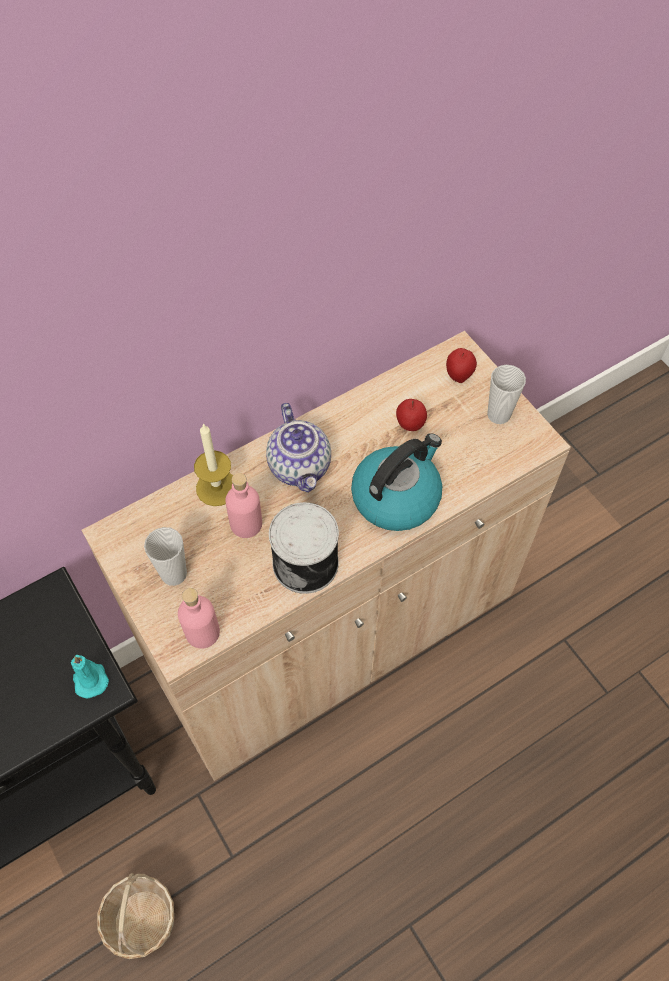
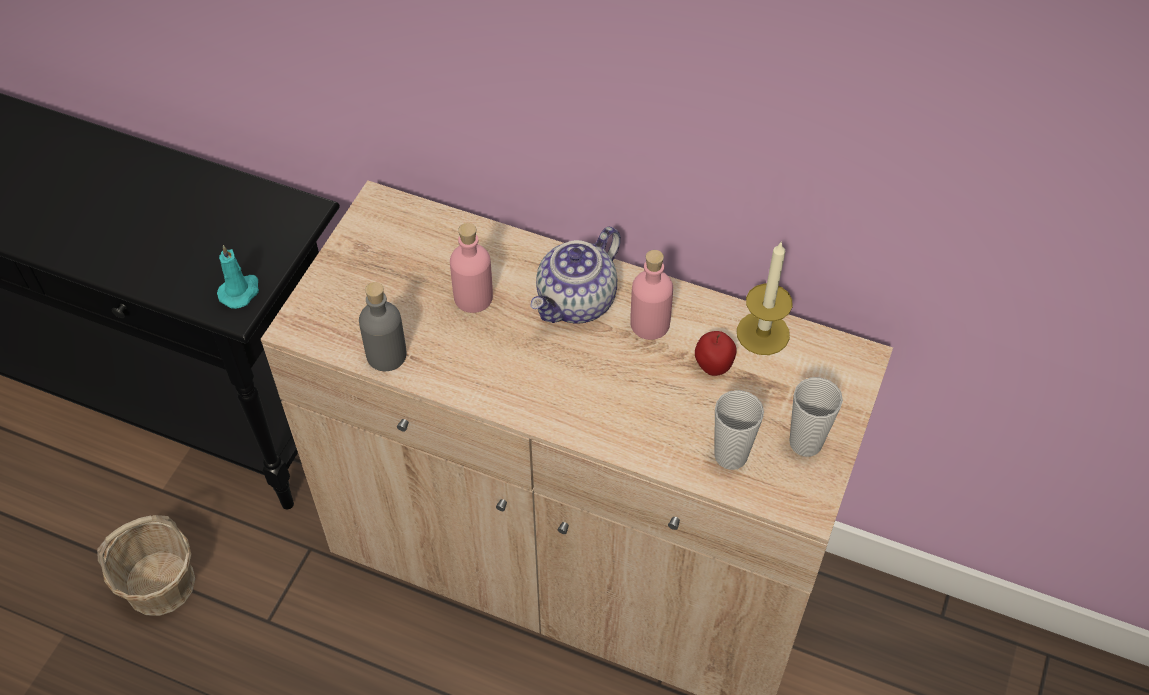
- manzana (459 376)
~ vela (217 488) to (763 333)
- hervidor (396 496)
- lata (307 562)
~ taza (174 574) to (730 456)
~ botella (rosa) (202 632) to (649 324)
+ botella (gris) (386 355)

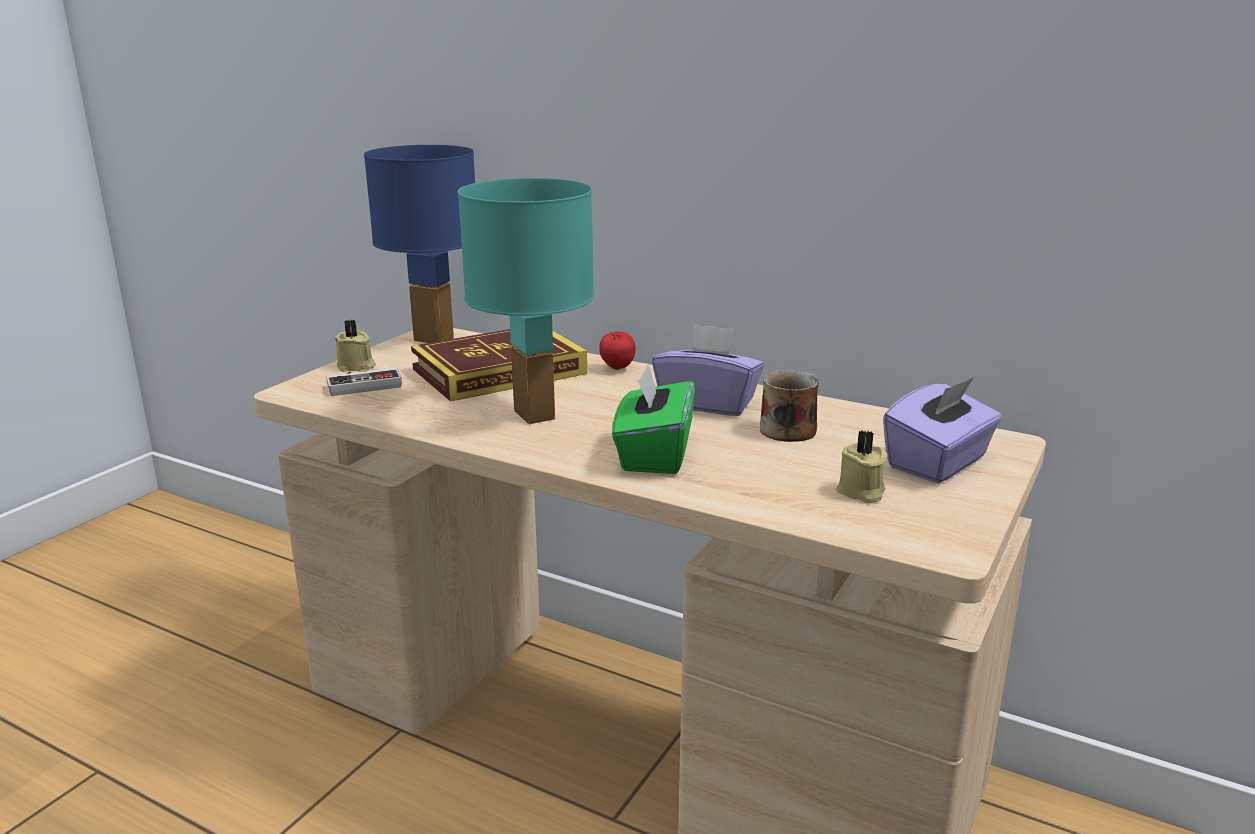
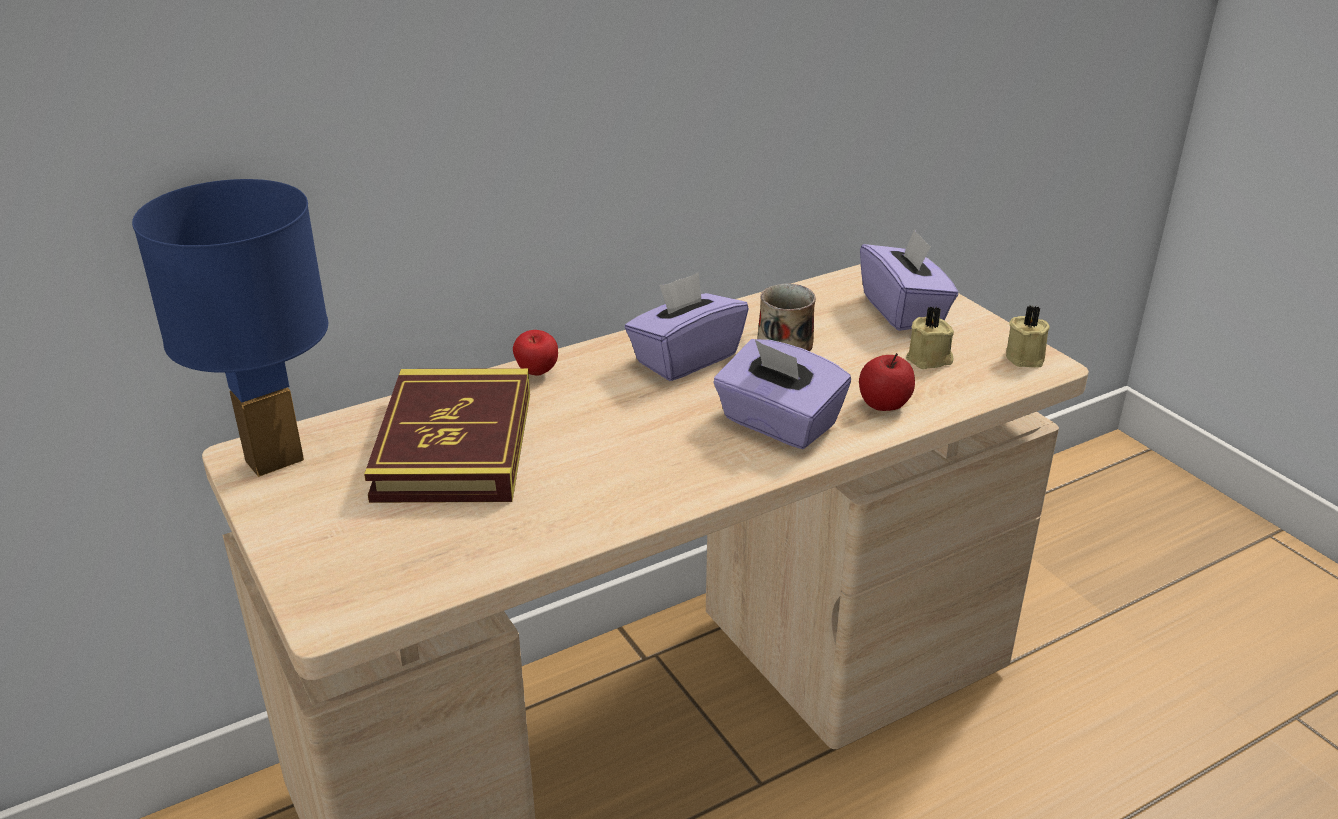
- lámpara de mesa (turquesa) (535 415)
~ vela (beis) (356 366) to (1026 357)
~ caja de pañuelos (verde) (653 455) to caja de pañuelos (morado) (778 424)
- mando de consola (363 384)
+ manzana (884 404)

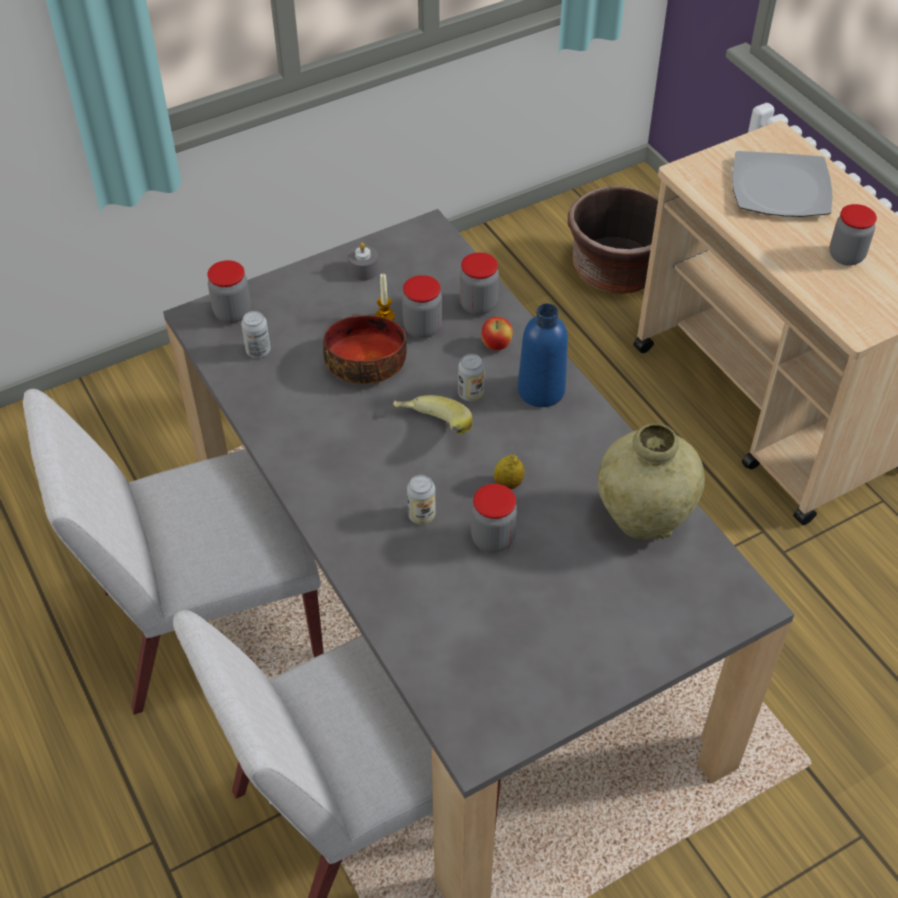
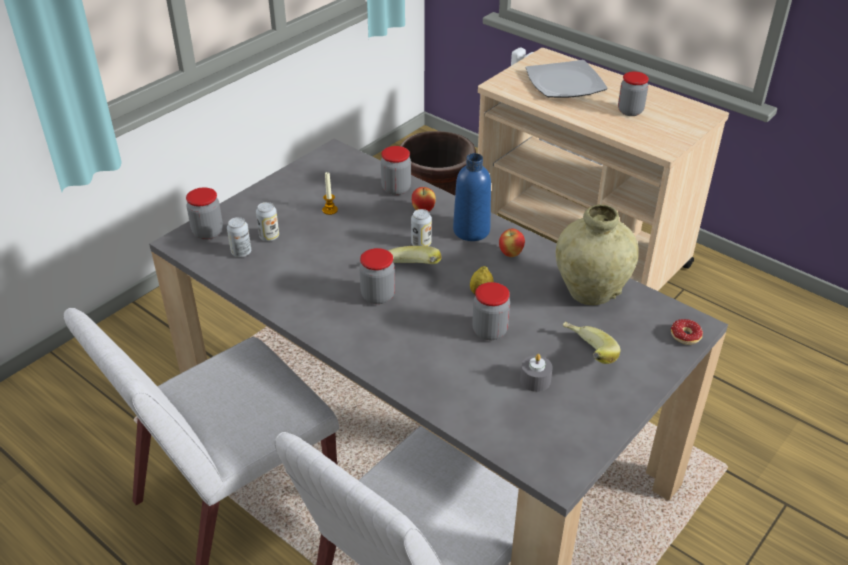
~ vela (gris) (363 270) to (535 380)
~ tarro (422 328) to (378 296)
- cuenco (366 362)
~ lata (421 515) to (269 236)
+ manzana (510 254)
+ rosquilla (680 338)
+ plátano (585 356)

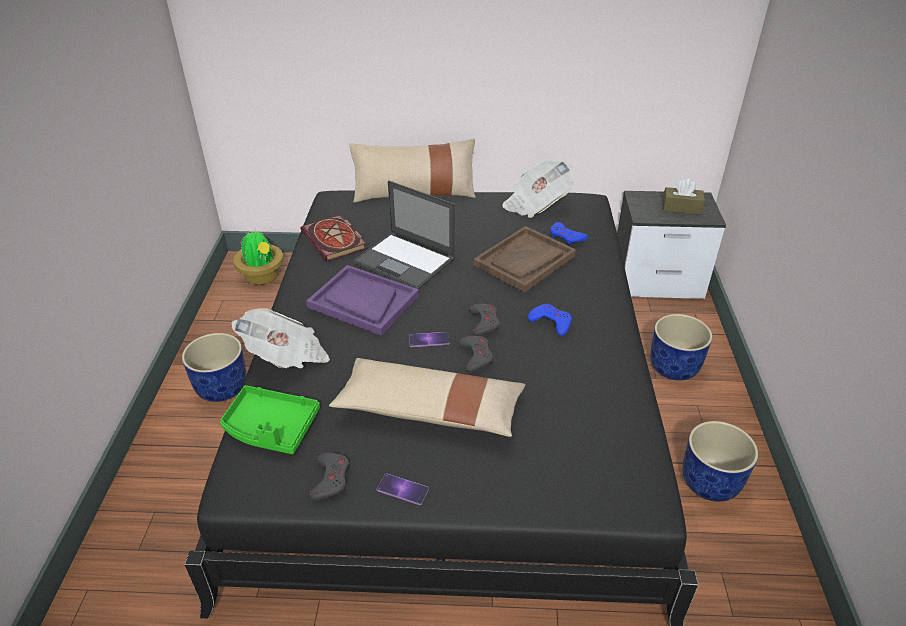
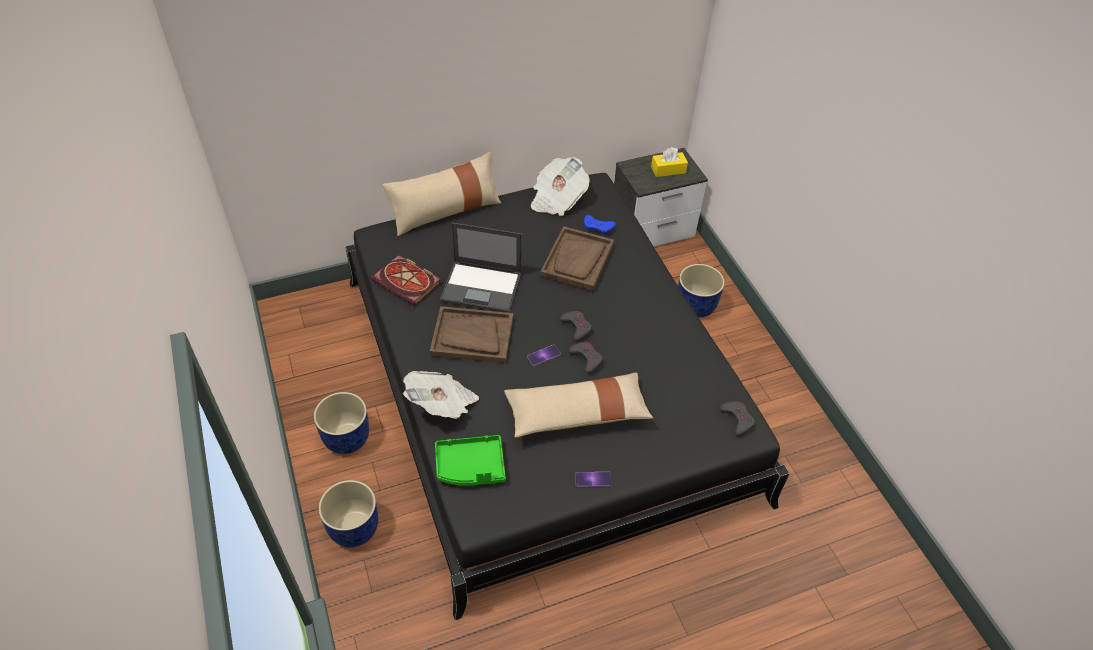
~ caja de pañuelos (marrón) (681 207) to caja de pañuelos (amarillo) (668 170)
- planta en maceta (262 277)
~ bandeja (morado) (363 302) to bandeja (marrón) (472 336)
- mando de consola (azul) (551 322)
~ maceta (azul) (709 483) to (353 528)
~ mando de consola (gris) (331 479) to (737 419)

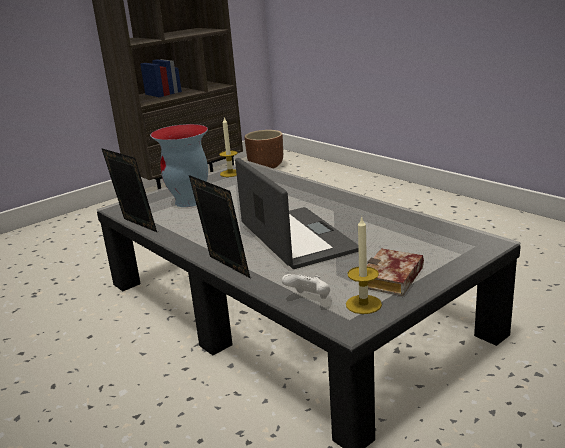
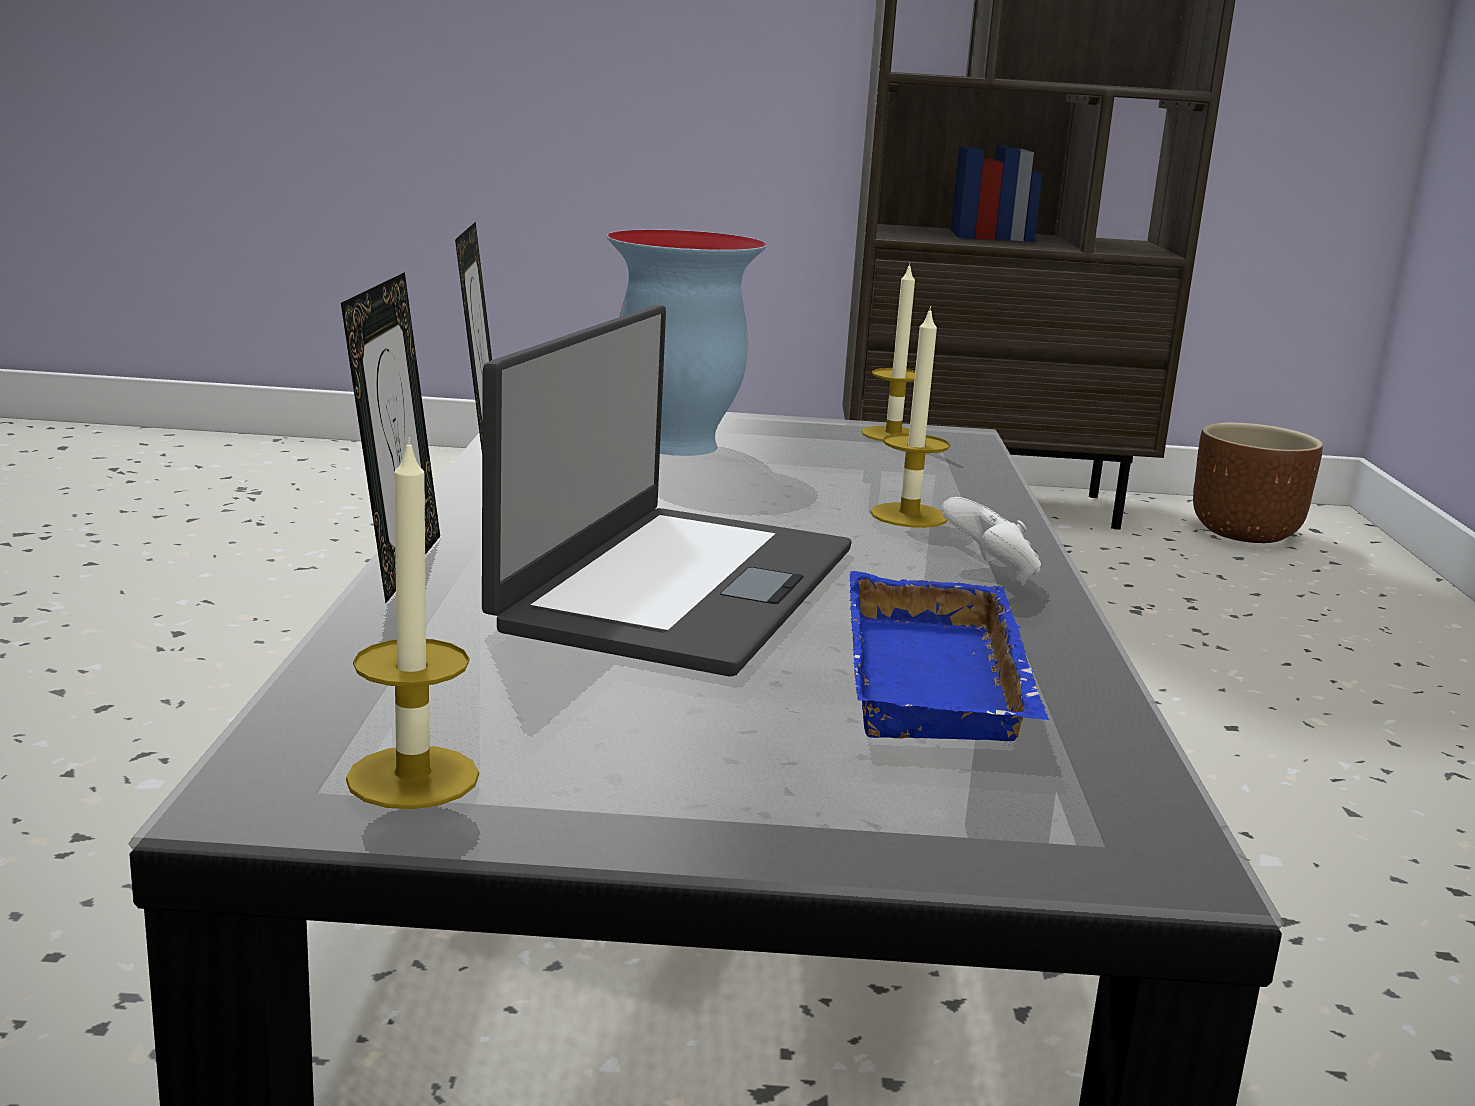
- libro (393 280)
~ mando de consola (blanco) (309 299) to (990 575)
+ vela (909 515)
+ bandeja (azul) (944 681)

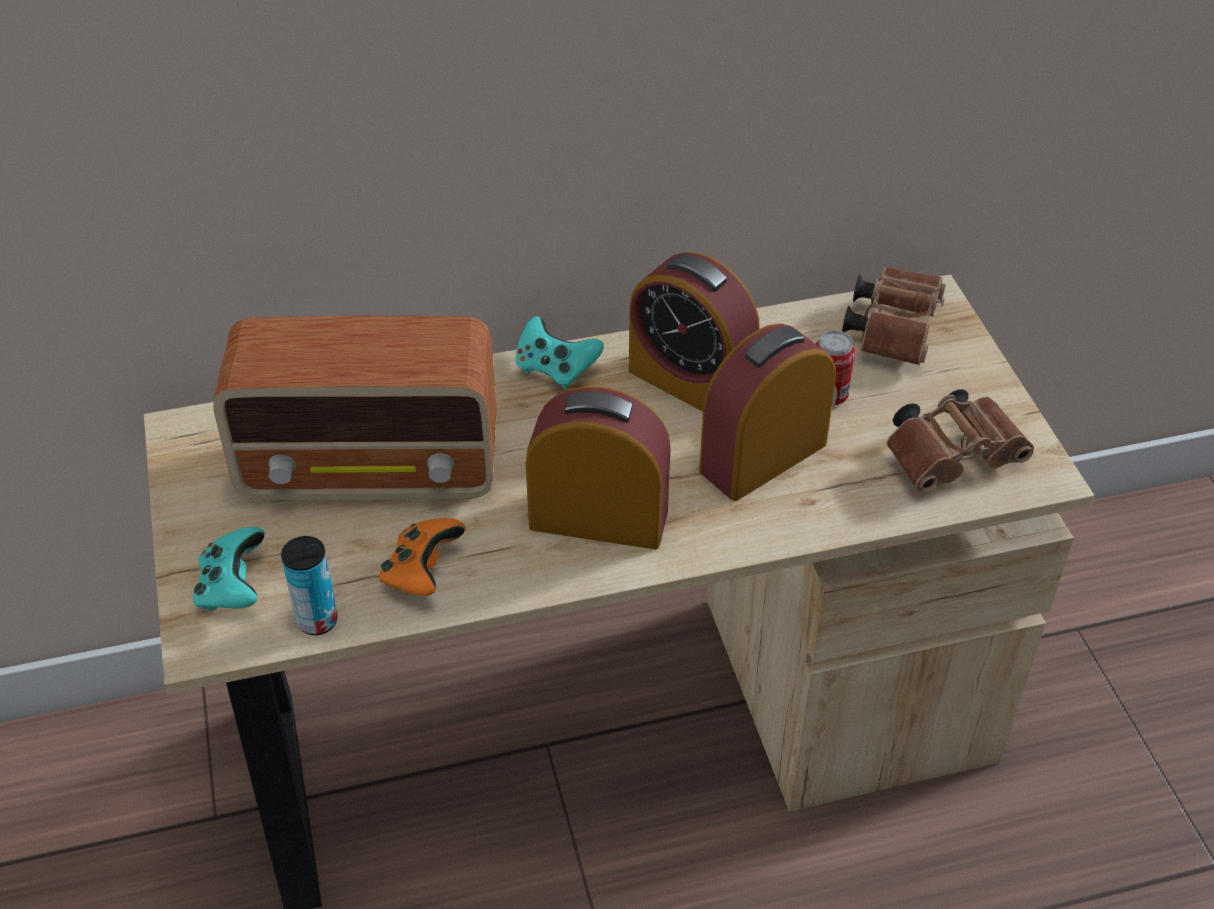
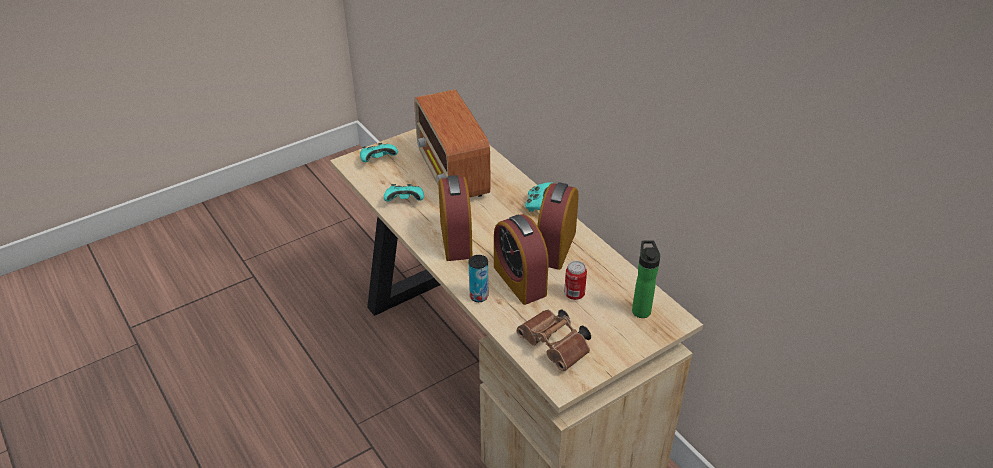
~ prismáticos (marrón) (894 329) to botella (640 309)
~ despertador (763 457) = (519 281) 150 degrees counterclockwise
~ mando de consola (naranja) (422 572) to mando de consola (turquesa) (405 201)
~ lata (317 620) to (479 296)

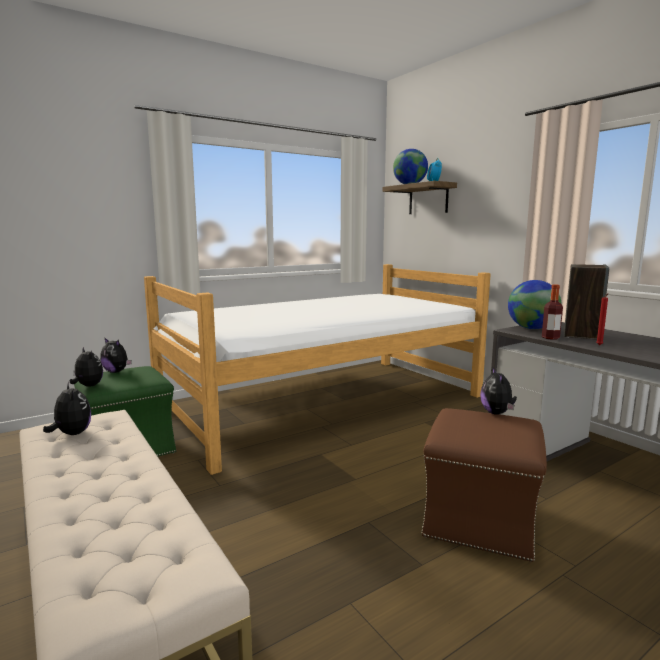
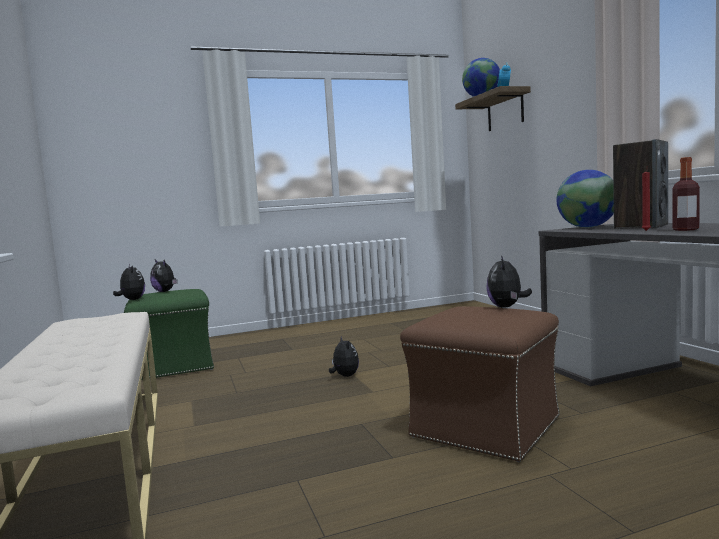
- cama (325 402)
~ botella (550 338) to (685 229)
~ peluche (72 434) to (345 376)

